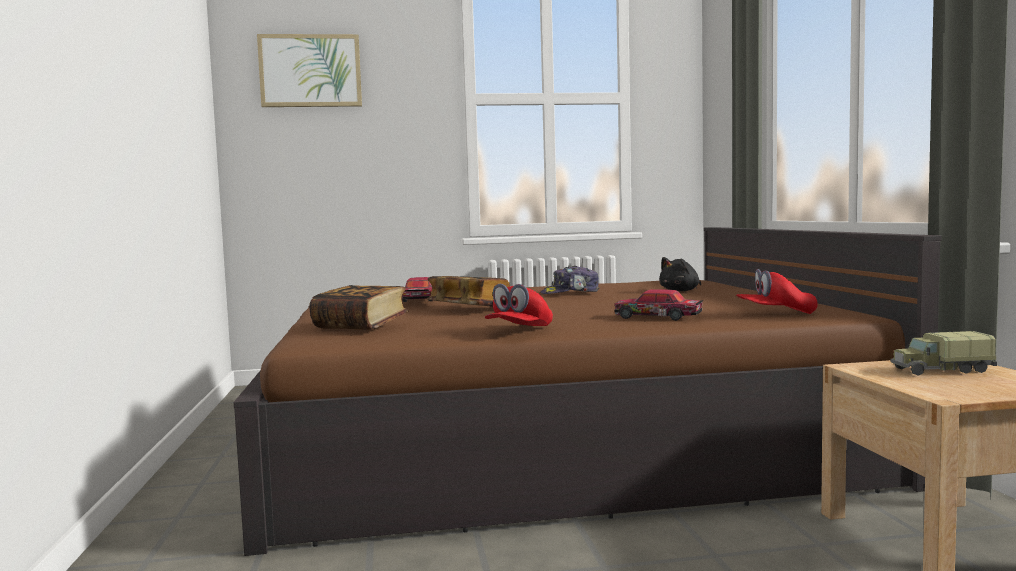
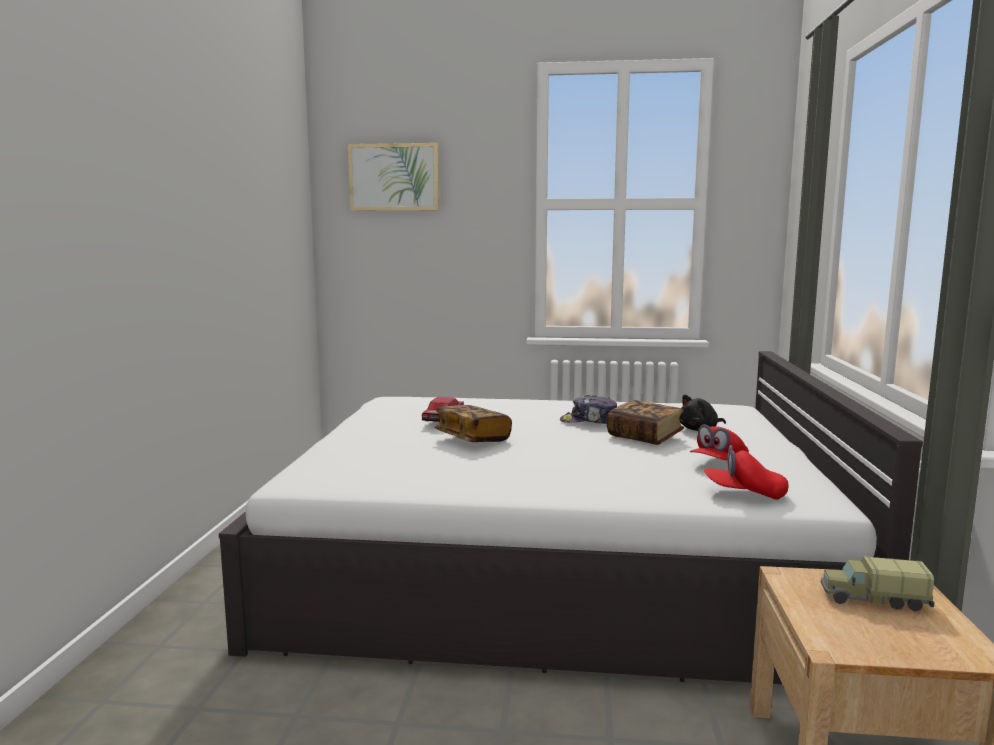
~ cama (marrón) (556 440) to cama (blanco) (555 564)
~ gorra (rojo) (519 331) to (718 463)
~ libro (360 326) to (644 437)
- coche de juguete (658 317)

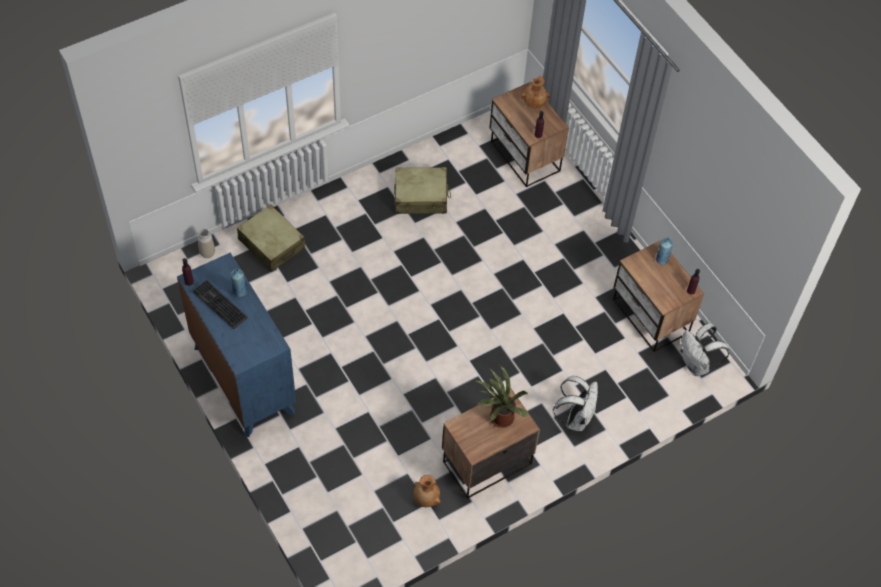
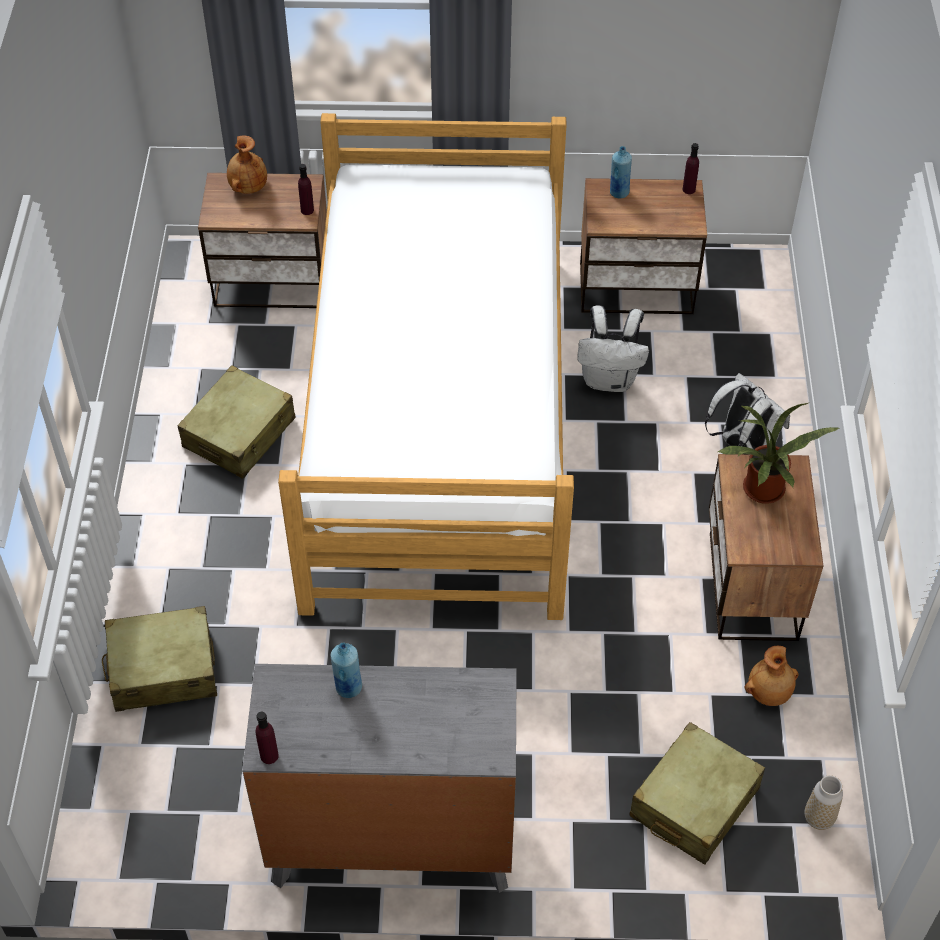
~ florero (207 253) to (818 818)
~ cómoda (azul) (243 379) to cómoda (gris) (392 840)
- teclado (218 305)
~ mochila (blanco) (696 365) to (610 379)
+ cama (440 423)
+ maleta (beis) (694 803)

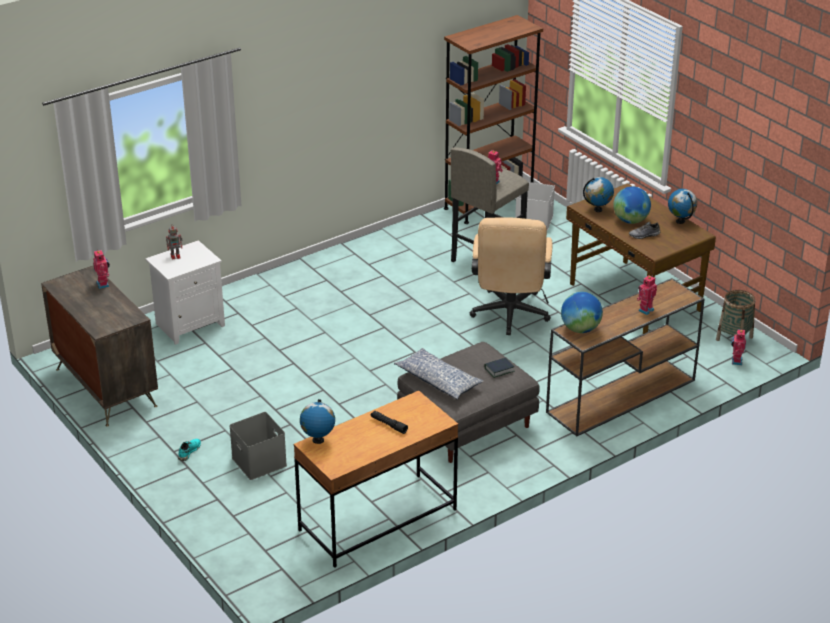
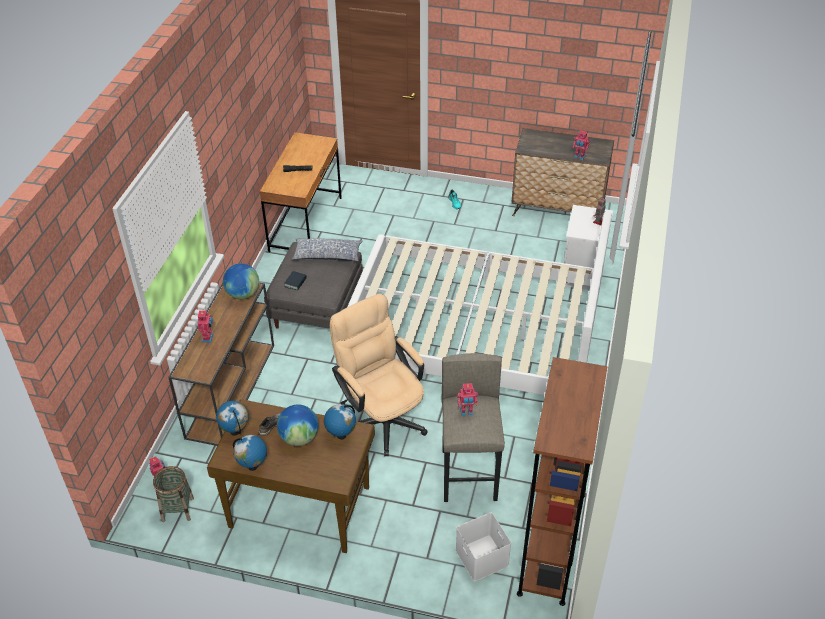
~ globo terráqueo (318 440) to (235 431)
- caja de almacenaje (gris) (260 462)
+ cama (blanco) (471 333)

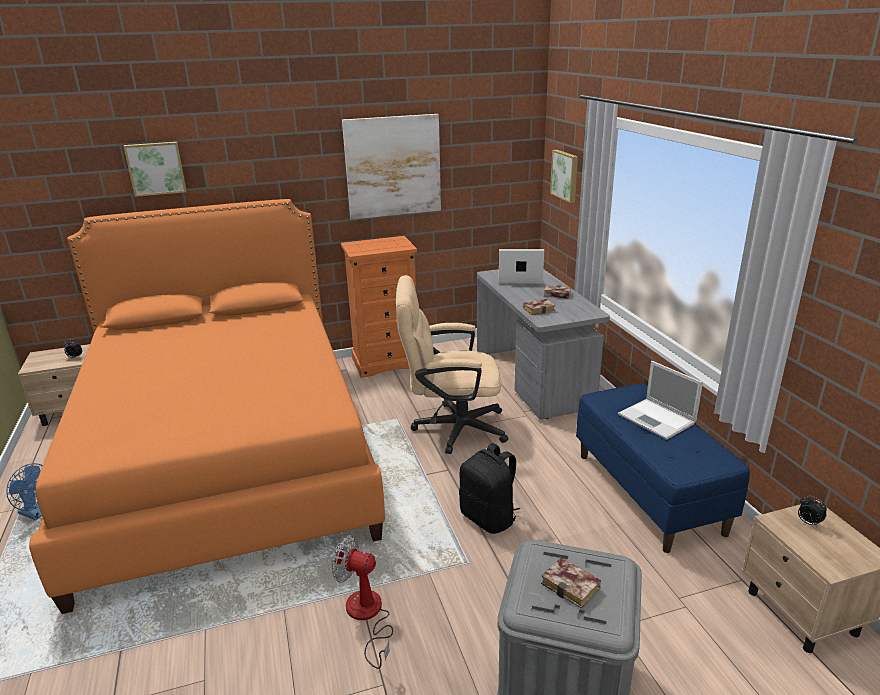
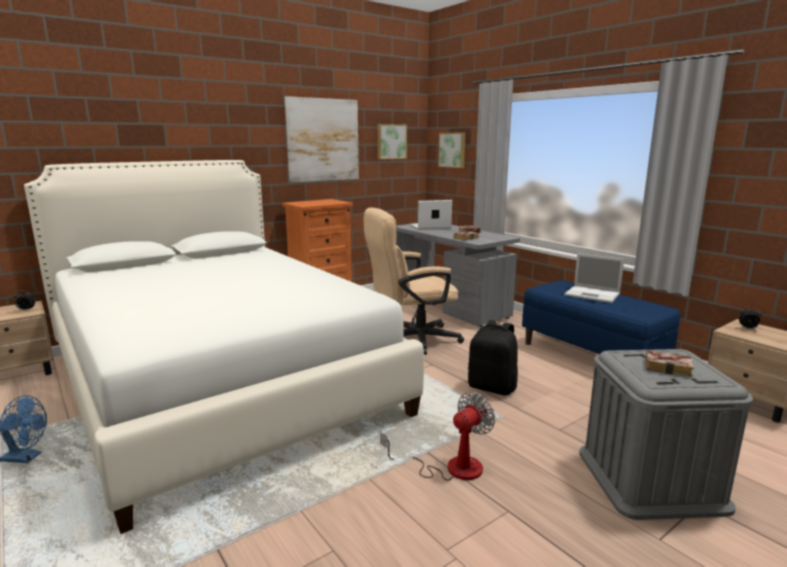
~ cuadro (156 168) to (391 141)
~ cama (naranja) (227 454) to cama (blanco) (220 382)
~ ventilador (367 616) = (451 468) 135 degrees clockwise

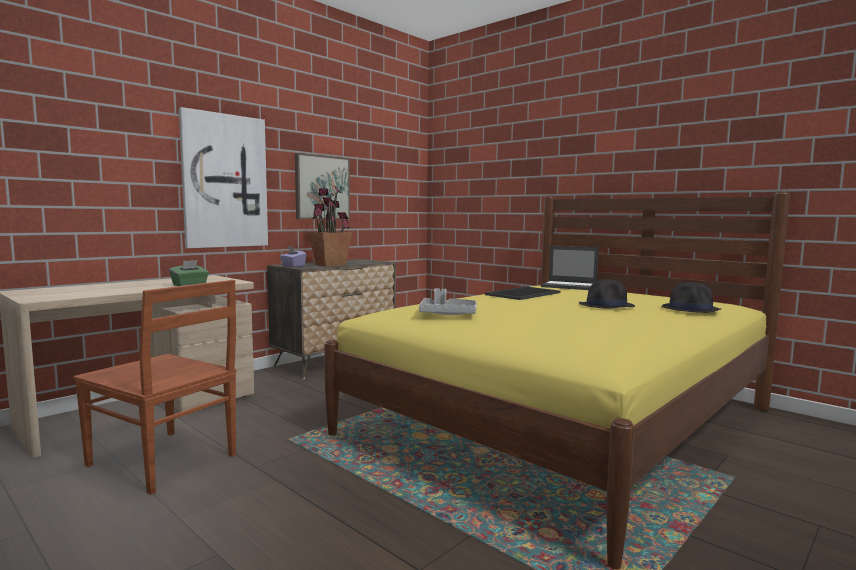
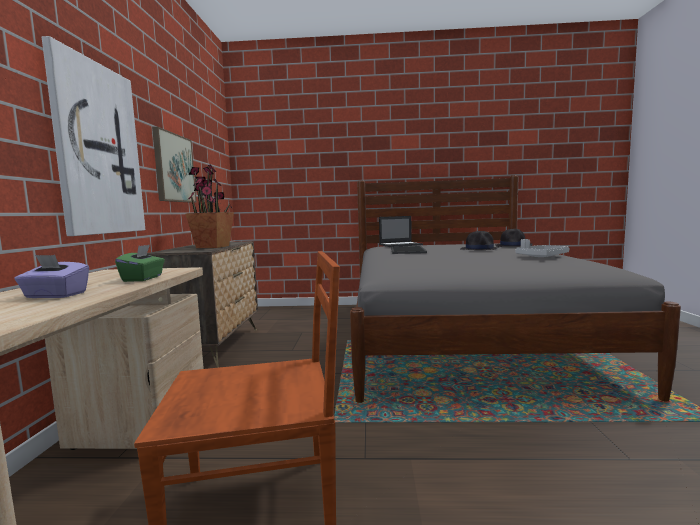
~ cama (amarillo) (563 421) to cama (gris) (460 336)
~ caja de pañuelos (morado) (293 266) to (55 295)
~ bandeja (gris) (448 314) to (541 257)

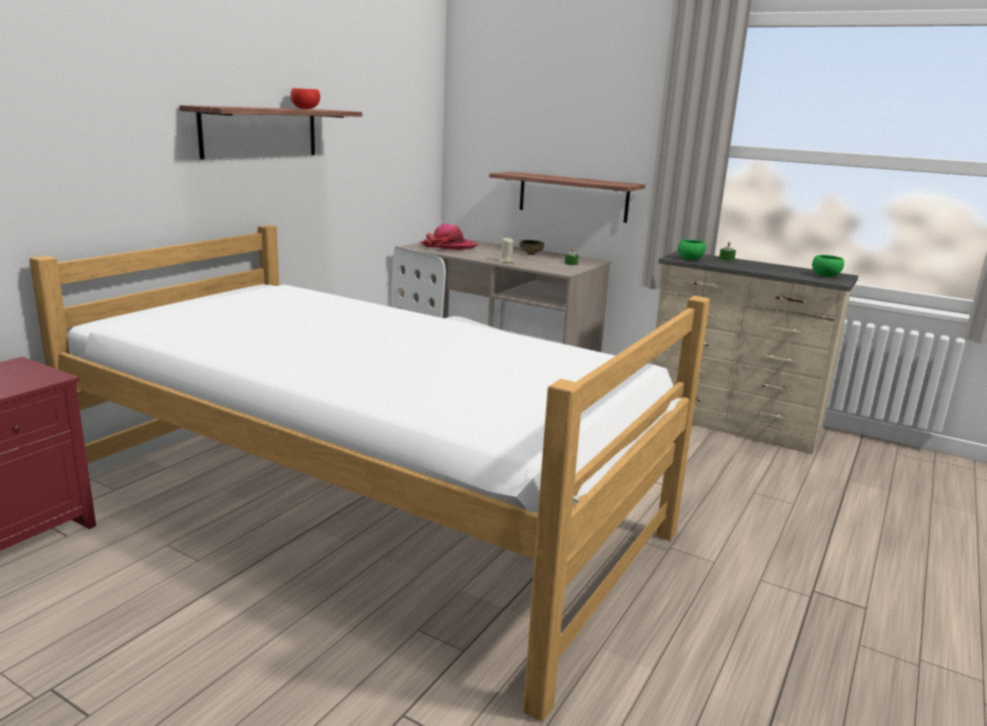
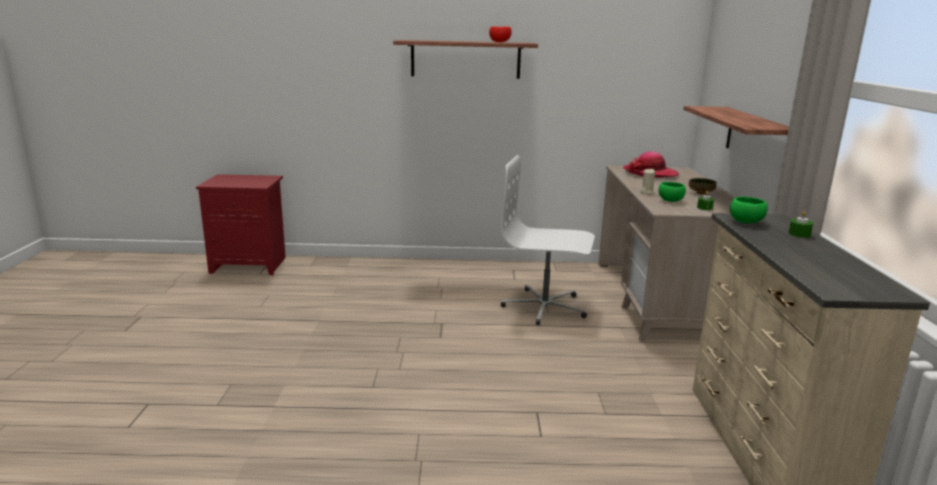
- cama (366 510)
~ cuenco (verde) (826 276) to (670 201)

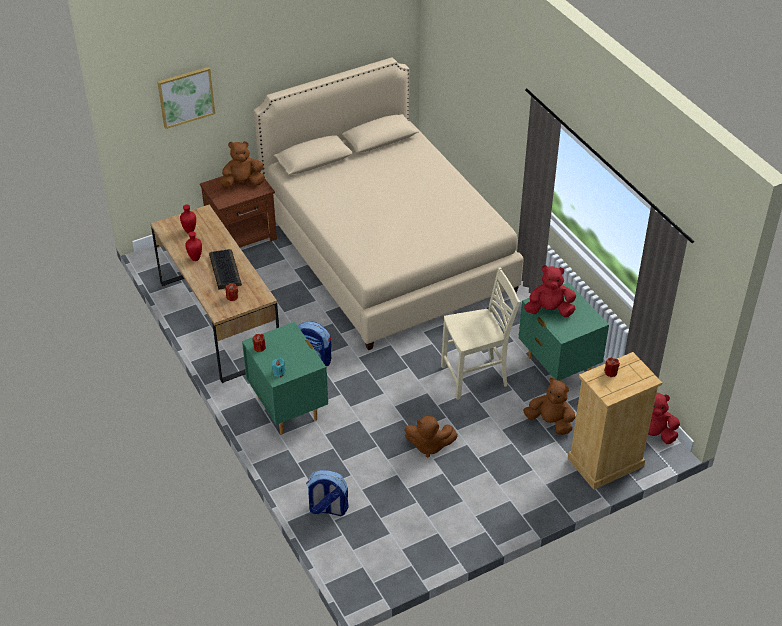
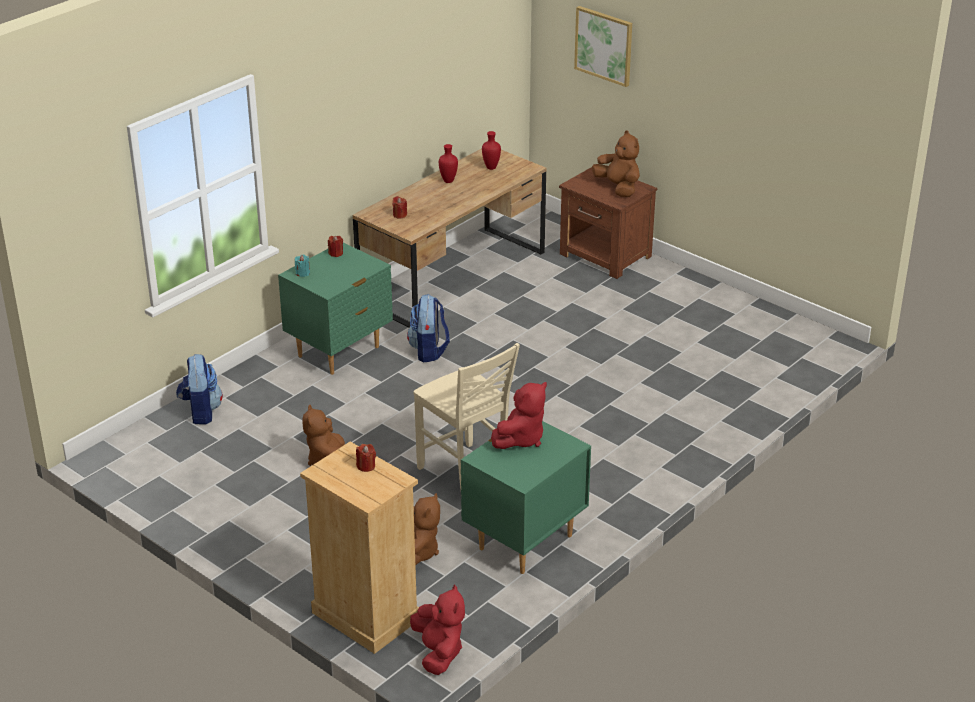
- cama (beis) (386 251)
- teclado (224 270)
~ peluche (rojo) (549 310) = (521 438) 60 degrees clockwise

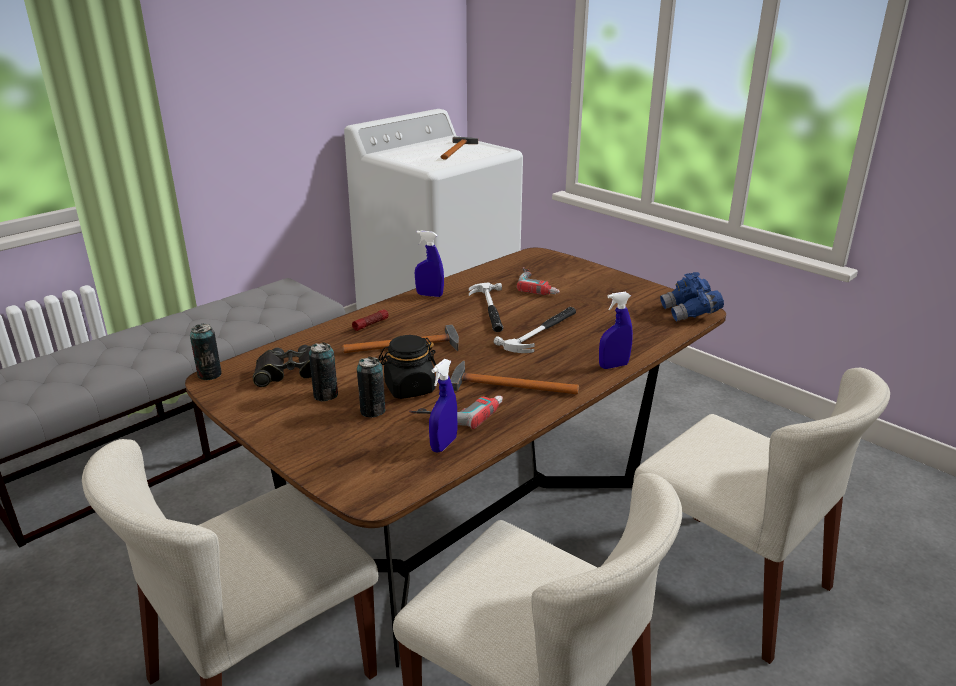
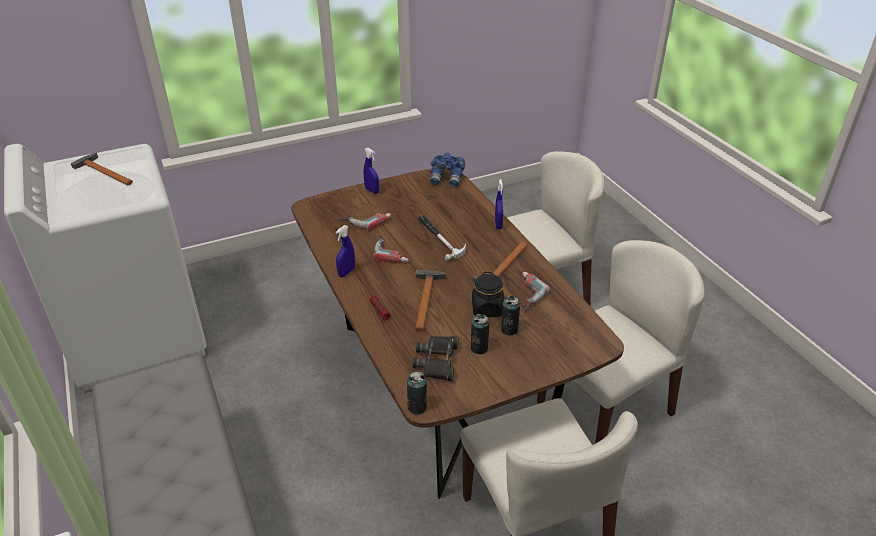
~ martillo (490 310) to taladro (392 250)
~ pulverizador (azul) (444 444) to (372 191)

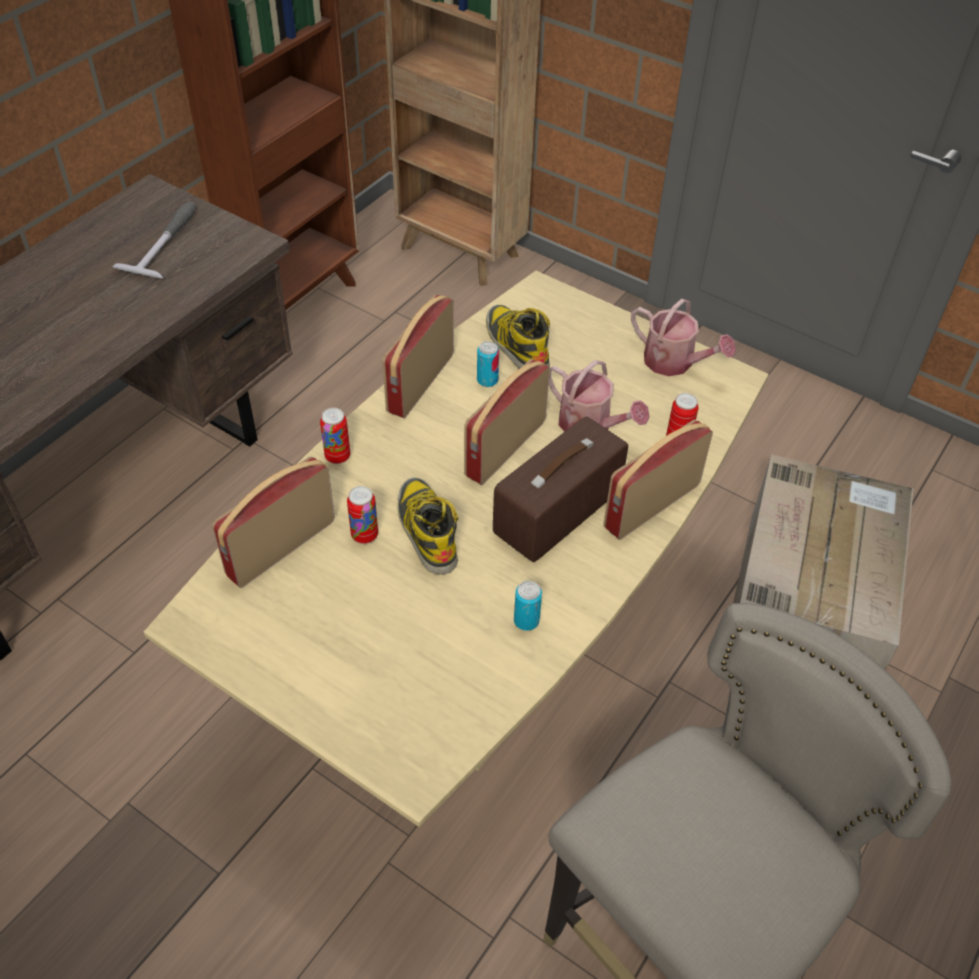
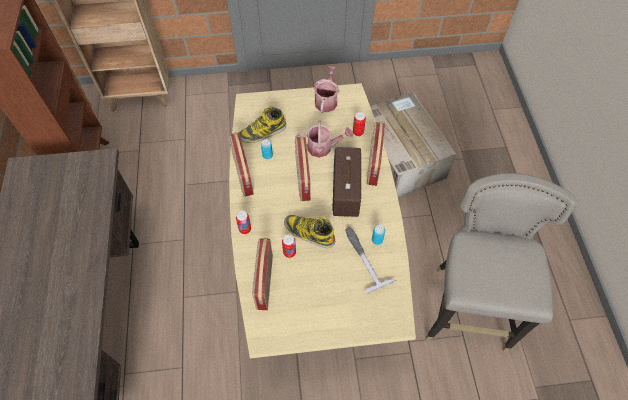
~ martillo (167 243) to (364 258)
~ regadera (674 363) = (326 100) 75 degrees counterclockwise
~ bota (515 345) = (262 132) 45 degrees counterclockwise

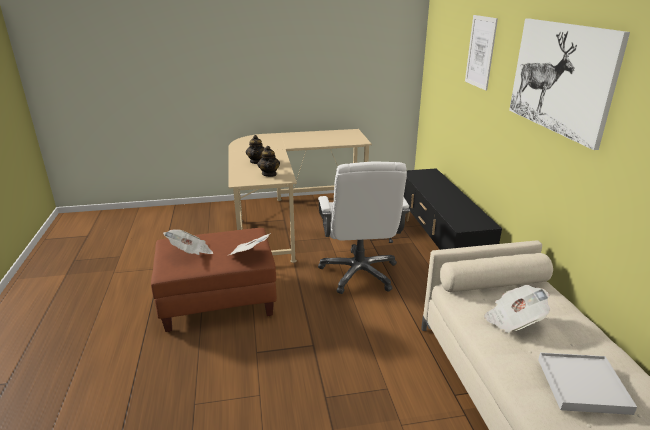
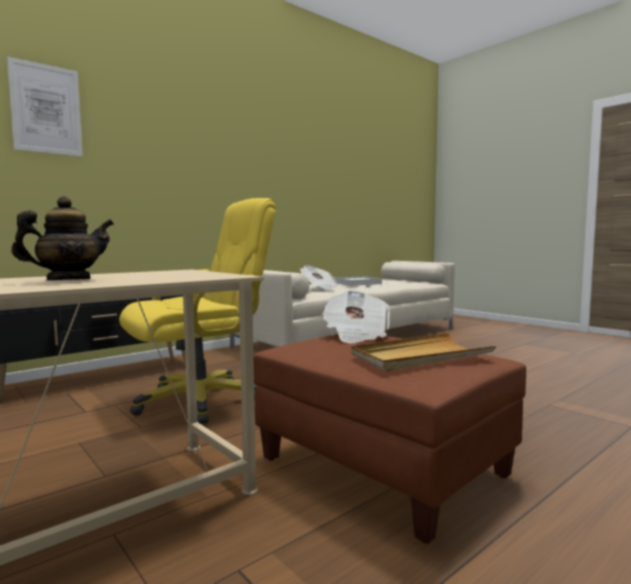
- cuadro (561 78)
- tetera (269 174)
~ silla de oficina (blanco) (359 273) to silla de oficina (amarillo) (200 400)
~ periódico (191 253) to bandeja (beis) (420 356)

